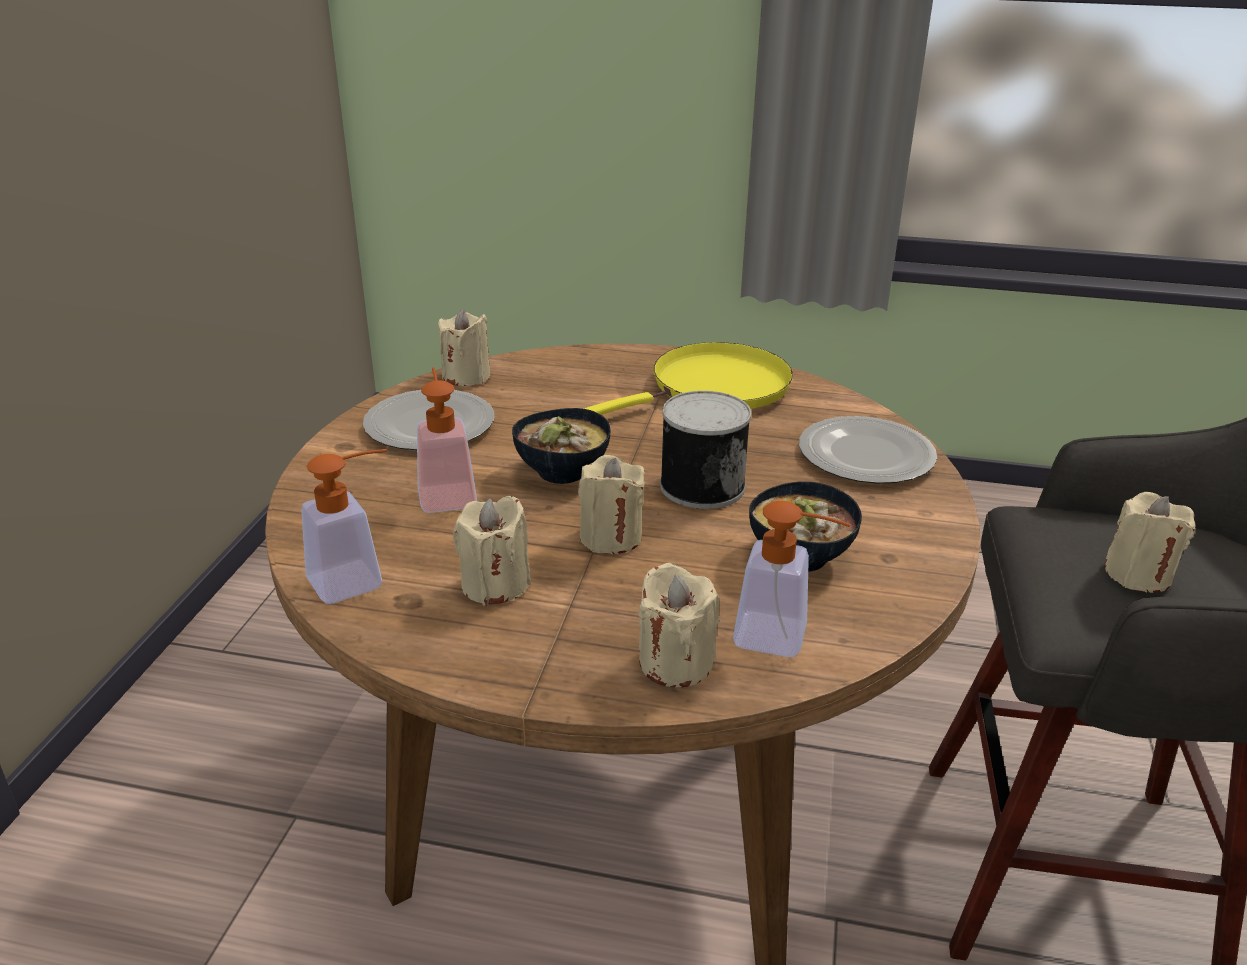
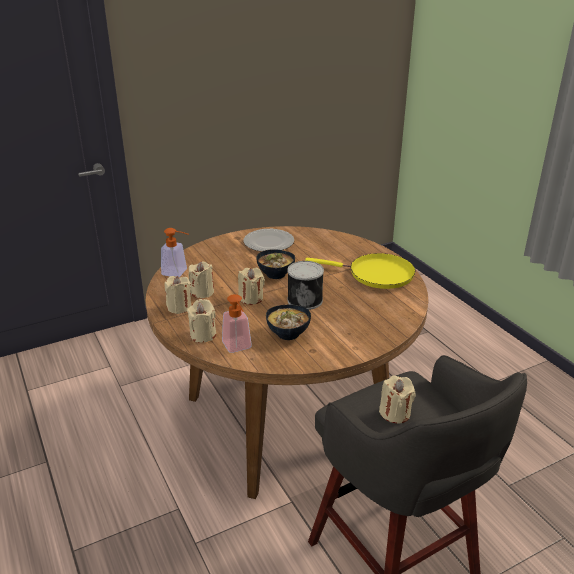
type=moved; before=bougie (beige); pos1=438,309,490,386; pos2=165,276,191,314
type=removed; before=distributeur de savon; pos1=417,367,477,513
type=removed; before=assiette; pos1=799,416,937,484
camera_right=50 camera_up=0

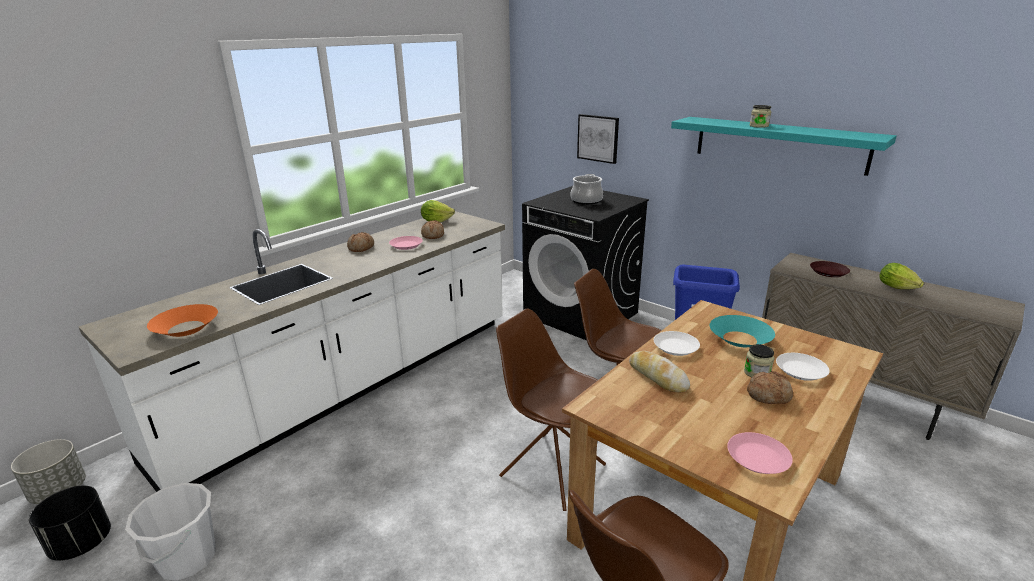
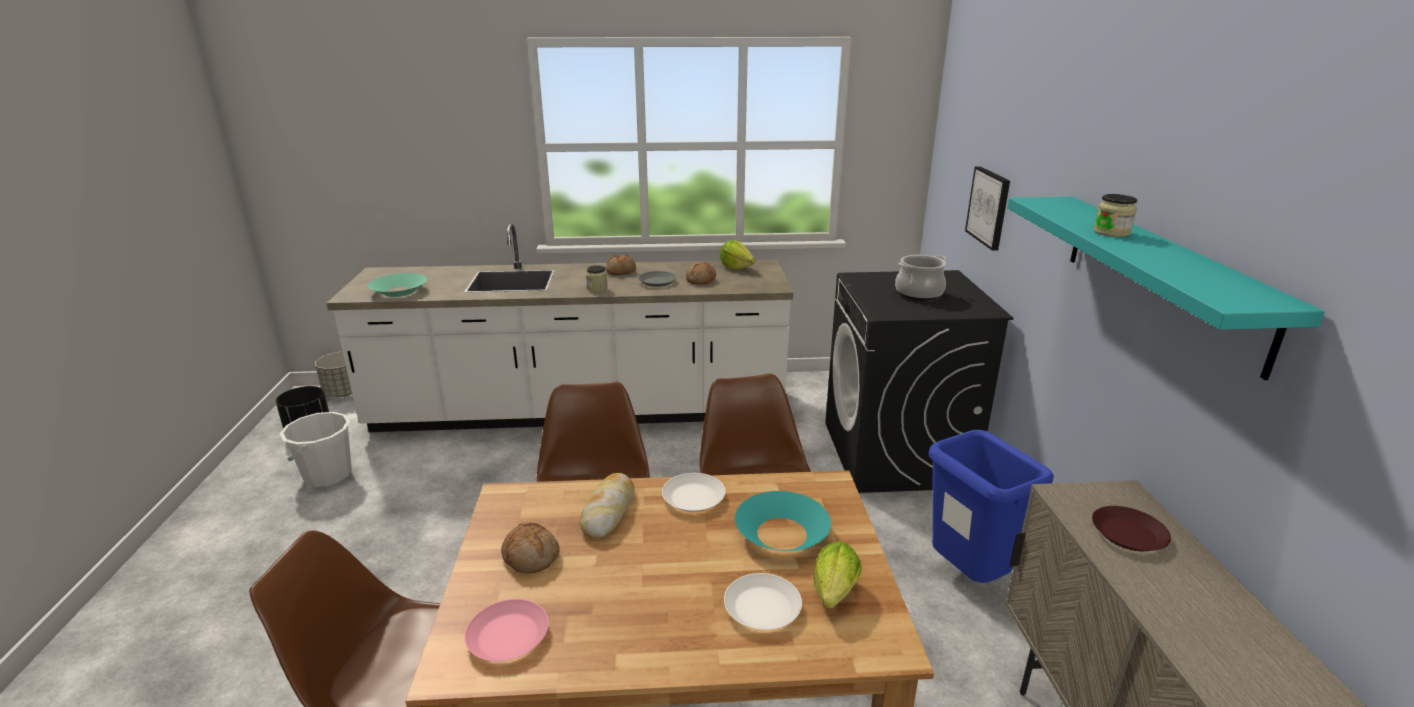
type=recoloured; before=bol (orange); after=bol (turquoise); pos1=147,304,218,337; pos2=368,273,427,297
type=moved; before=pain; pos1=747,371,793,404; pos2=501,522,559,573
type=moved; before=bocal; pos1=744,344,774,378; pos2=586,265,608,292
type=recoloured; before=assiette (rose); after=assiette (gris); pos1=389,236,423,250; pos2=638,271,677,287
type=moved; before=laitue; pos1=879,263,924,289; pos2=814,541,862,609
camera_right=45 camera_up=0

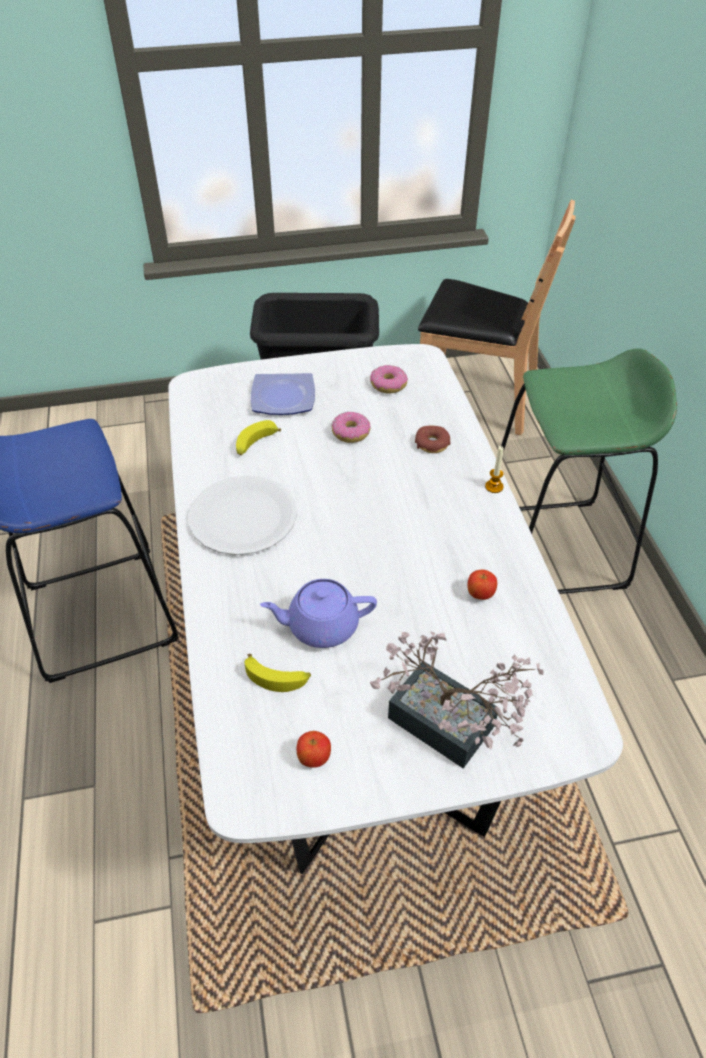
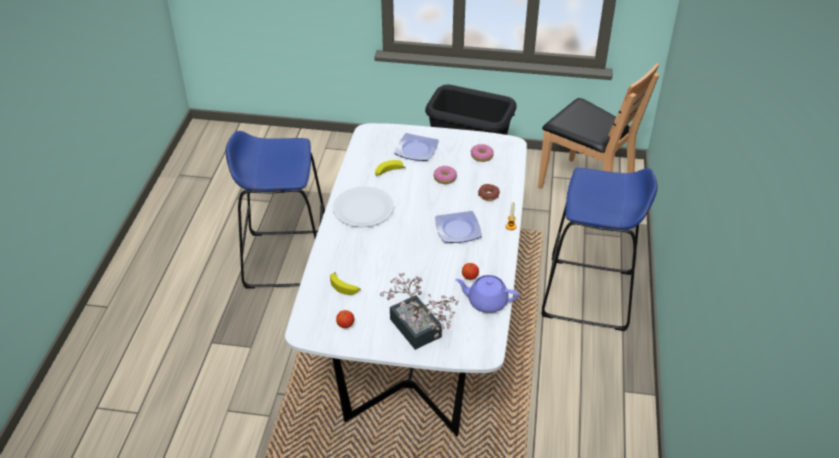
type=added; after=assiette; pos2=435,211,482,243
type=moved; before=théière (violet); pos1=260,579,377,648; pos2=455,275,519,313
type=recoloured; before=tabouret (vert); after=tabouret (bleu); pos1=501,348,677,594; pos2=541,168,657,331
camera_right=20 camera_up=-5

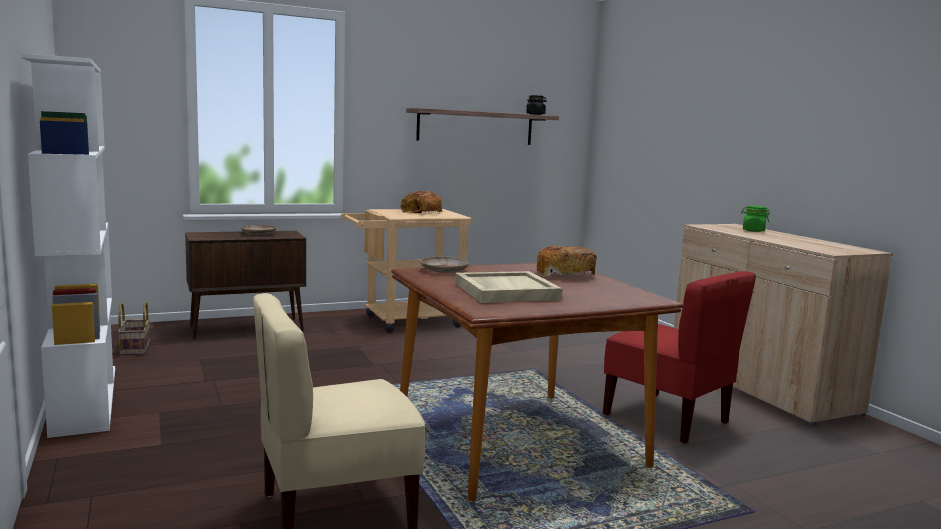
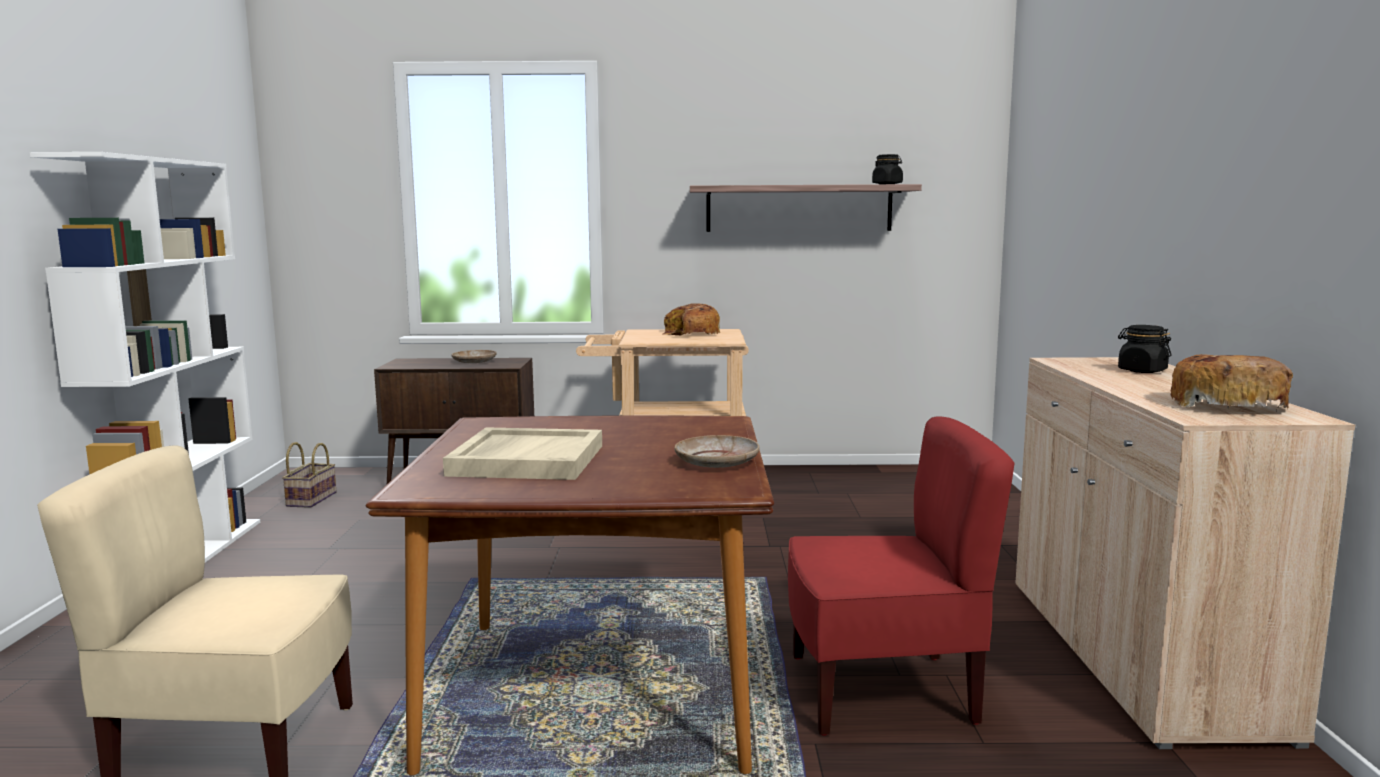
type=moved; before=assiette (beige); pos1=420,257,469,273; pos2=674,435,760,468
type=turned; before=chaise (rouge); pos1=603,271,756,444; pos2=788,416,1015,736; turn=-75
type=recoloured; before=bocal (vert); after=bocal (noir); pos1=741,205,770,232; pos2=1118,325,1171,373
type=moved; before=pain; pos1=537,246,597,277; pos2=1171,354,1293,413
camera_right=25 camera_up=0

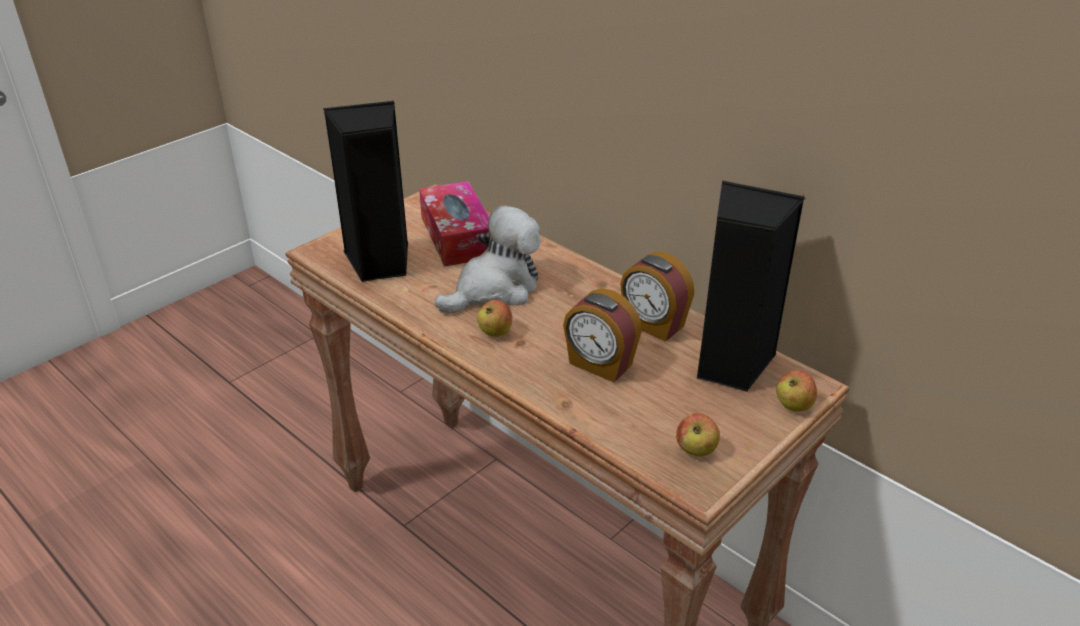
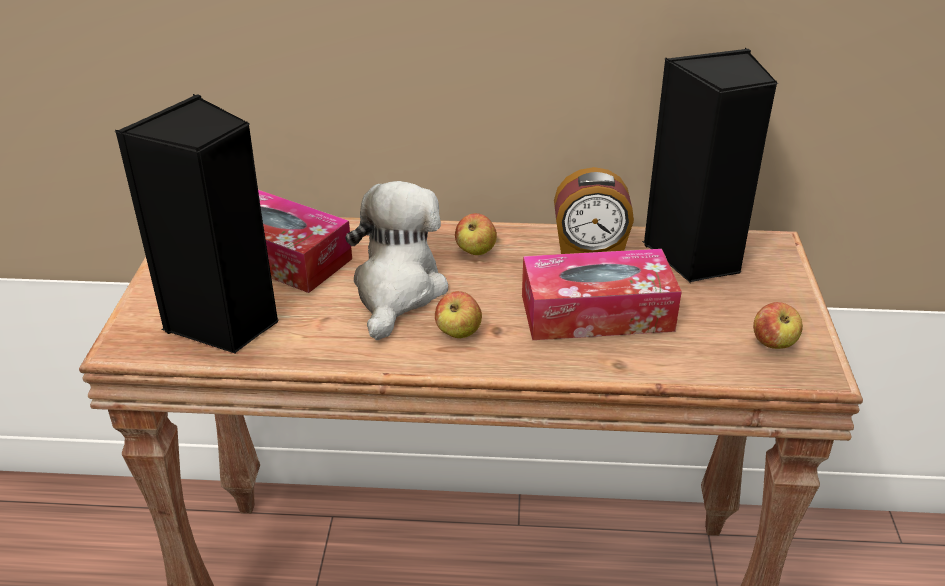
type=moved; before=pomme; pos1=776,371,817,412; pos2=455,213,497,255
type=replaced; before=réveil; after=boîte à mouchoirs; pos1=563,288,642,383; pos2=522,249,682,340
camera_right=-40 camera_up=0

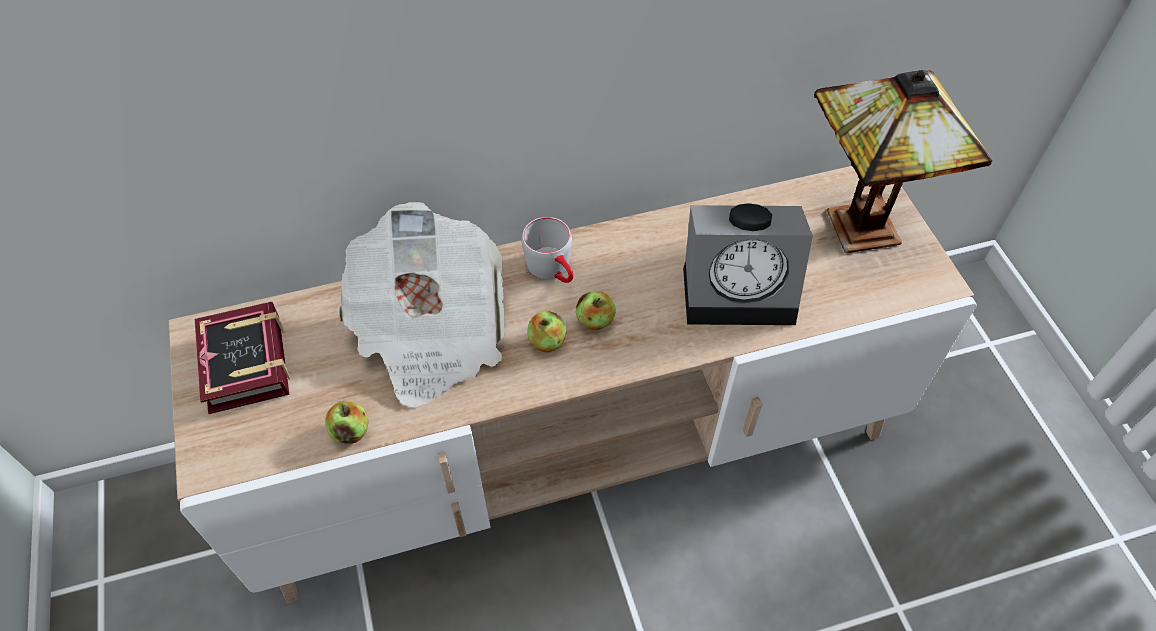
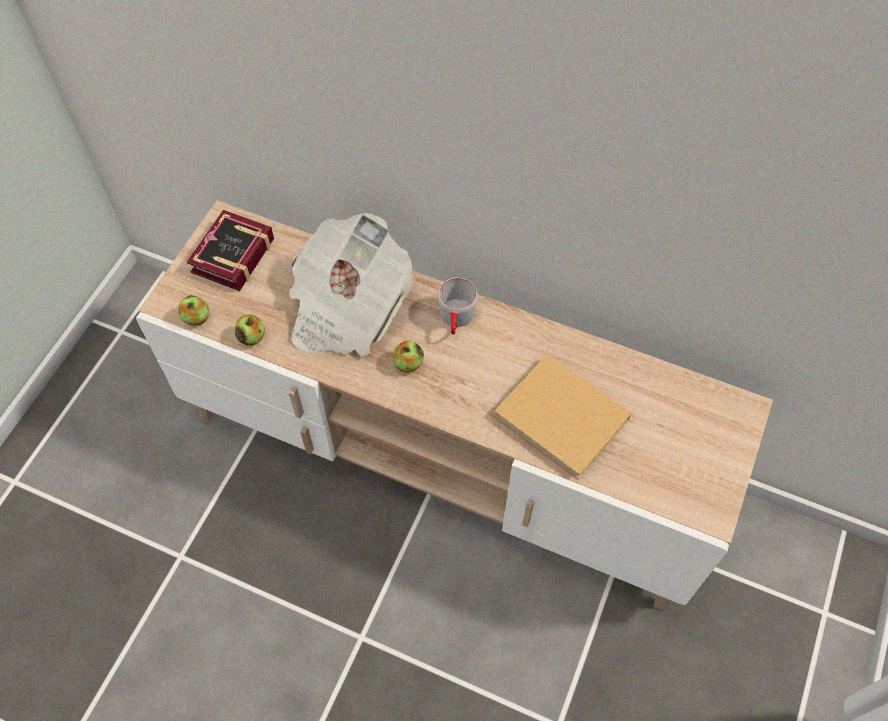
type=moved; before=pomme; pos1=576,291,616,330; pos2=178,295,209,326
type=replaced; before=réveil; after=livre (beige); pos1=683,203,813,325; pos2=494,354,631,480
type=removed; before=lampe de table; pos1=814,70,992,253
camera_right=40 camera_up=5

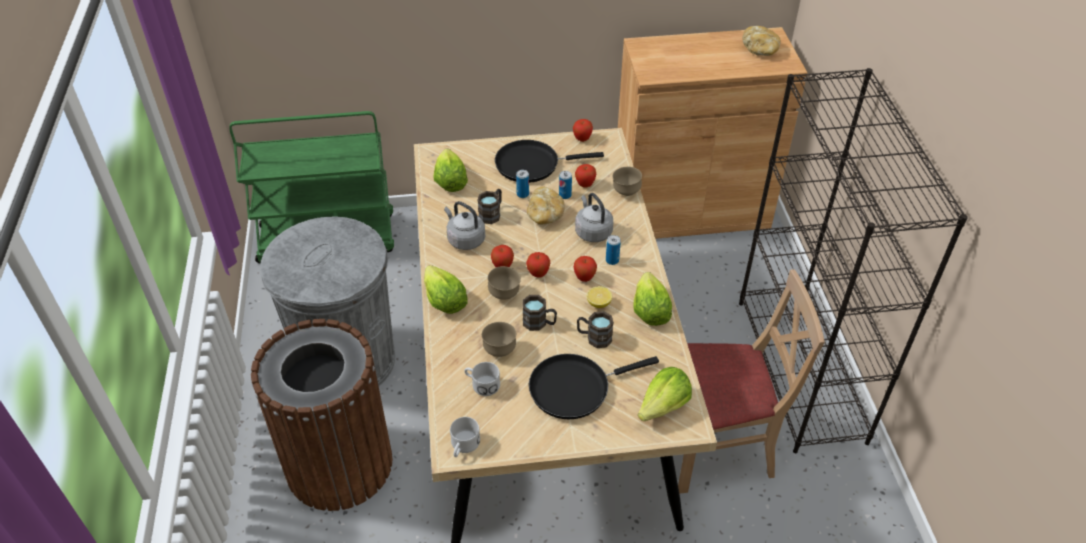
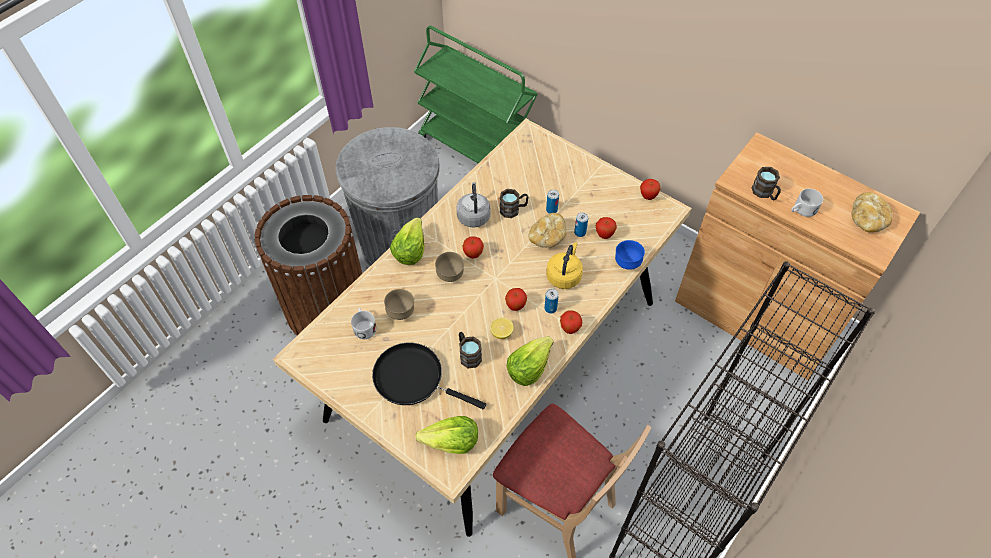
type=recoloured; before=bouilloire (gris); after=bouilloire (jaune); pos1=575,193,613,242; pos2=546,242,583,289
type=moved; before=pomme; pos1=526,252,550,278; pos2=560,310,582,334
type=recoloured; before=bol (marron); after=bol (bleu); pos1=613,167,642,196; pos2=615,240,645,270
type=moved; before=mug (marron); pos1=522,295,557,331; pos2=752,167,781,200
type=moved; before=mug (blanc); pos1=450,417,480,457; pos2=791,188,823,217
type=removed; before=laitue; pos1=433,149,468,192
type=removed; before=poêle (noir); pos1=495,140,604,183
camera_right=45 camera_up=10

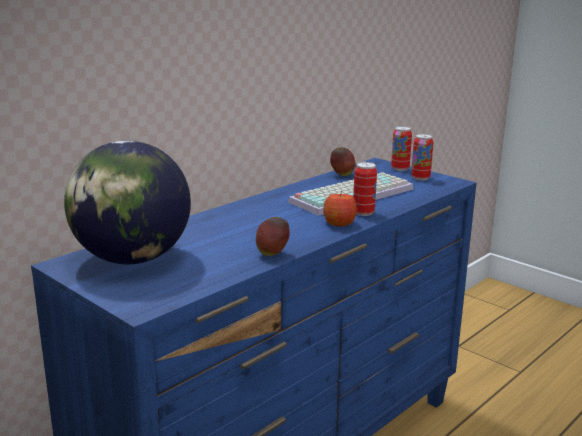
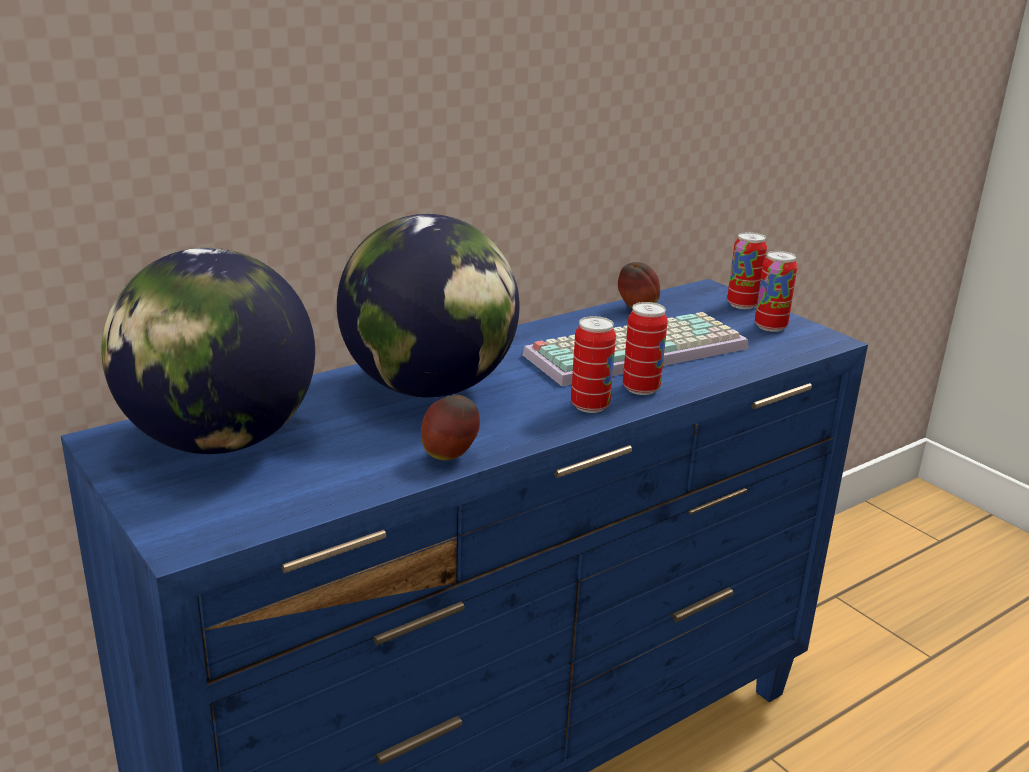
type=added; after=globe; pos2=337,214,520,398
type=replaced; before=pomme; after=boîte métallique; pos1=323,190,357,226; pos2=571,316,616,413
camera_right=10 camera_up=5

